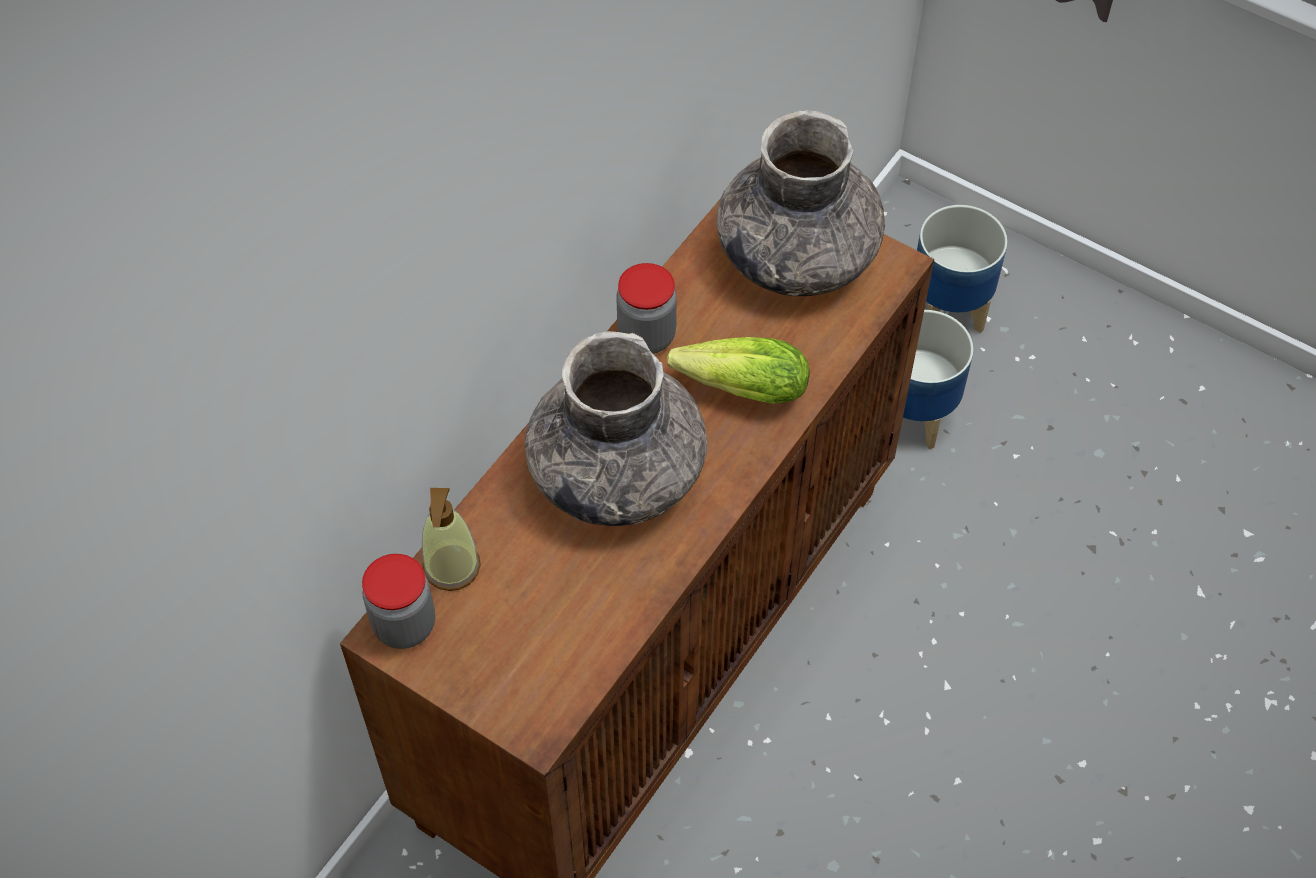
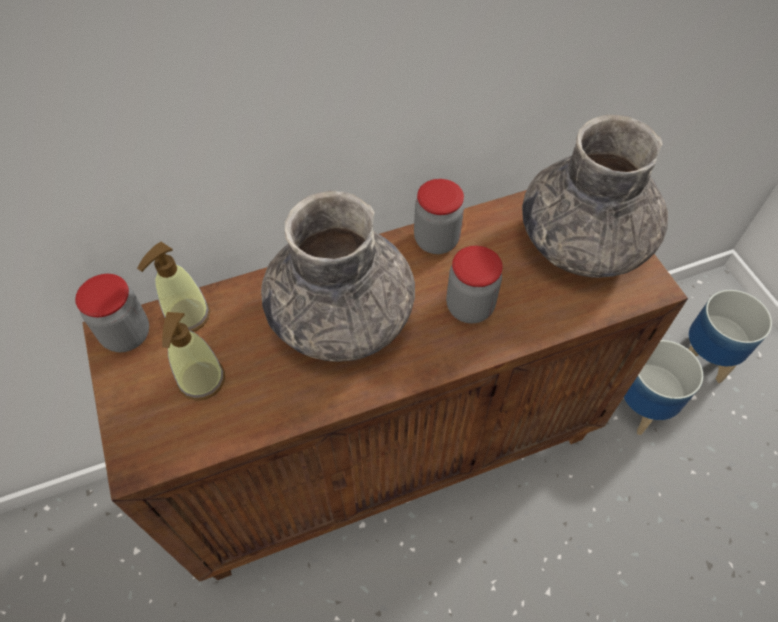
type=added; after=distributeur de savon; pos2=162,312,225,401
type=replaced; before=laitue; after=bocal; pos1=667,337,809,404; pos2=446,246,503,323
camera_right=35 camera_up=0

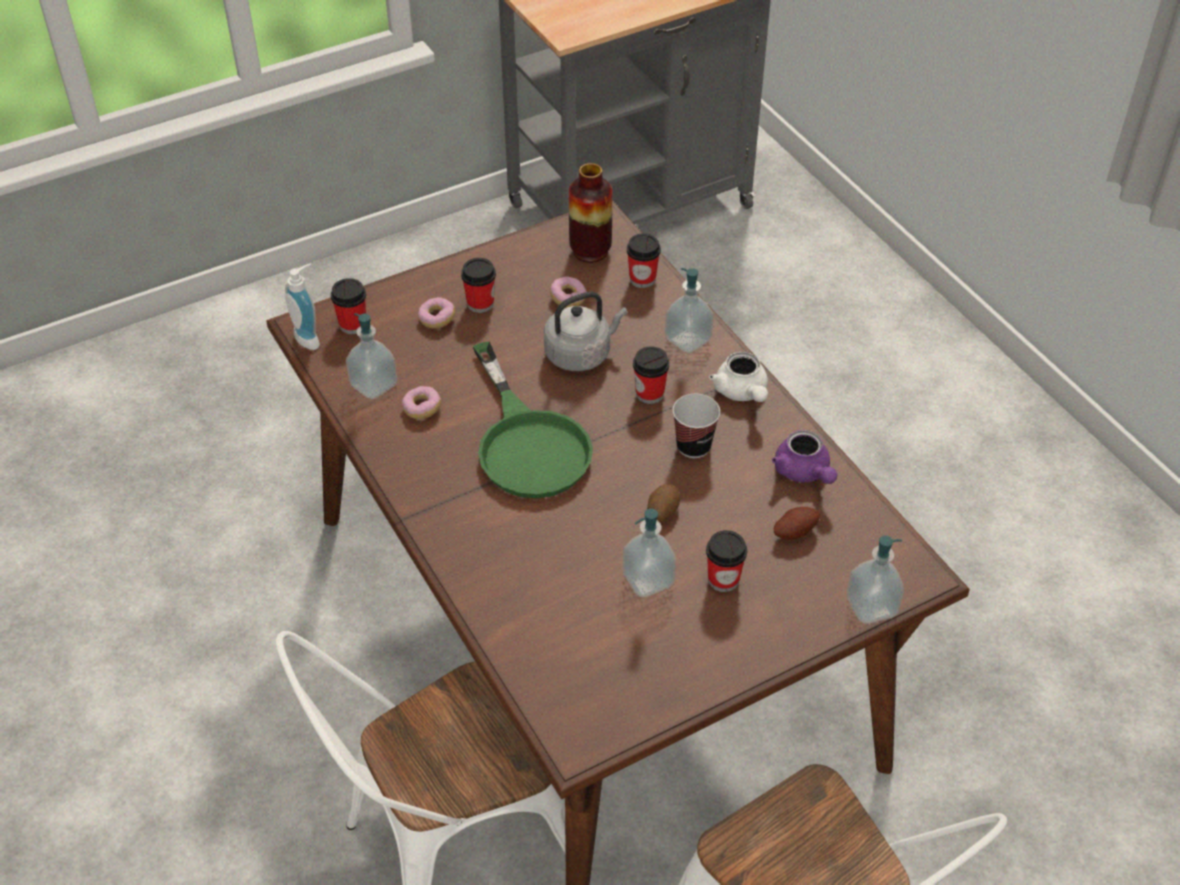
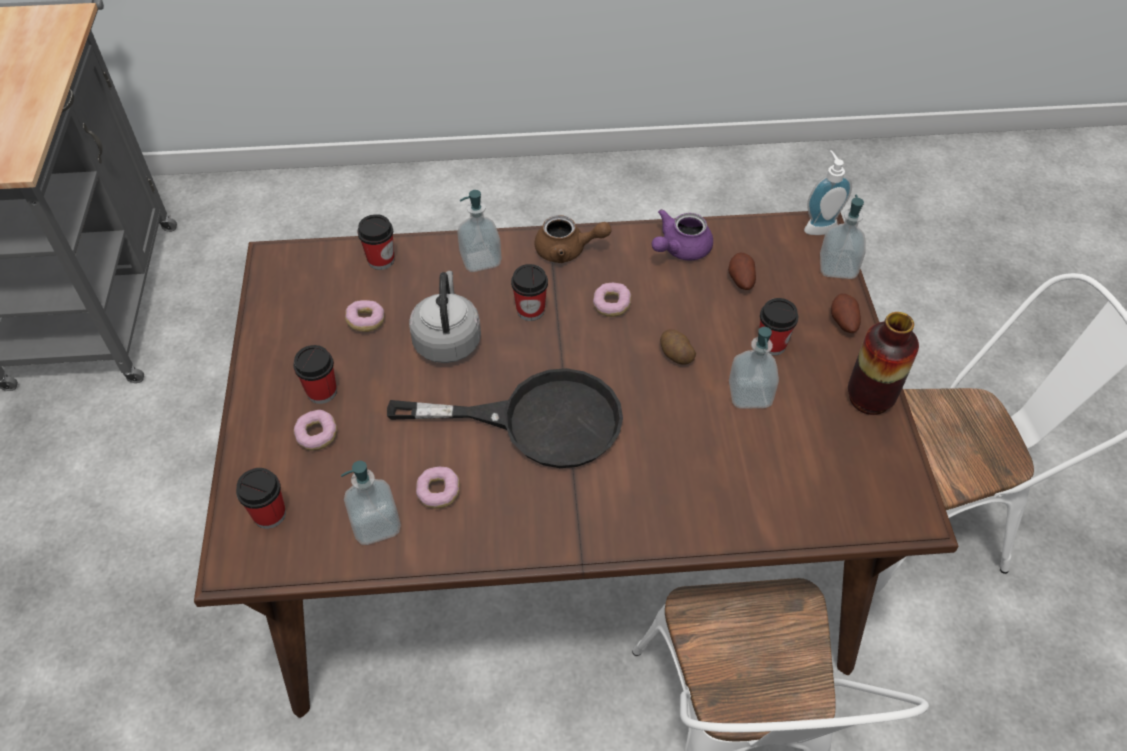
type=recoloured; before=poêle (vert); after=poêle (noir); pos1=473,341,593,498; pos2=387,368,623,468
type=recoloured; before=théière (blanc); after=théière (marron); pos1=709,352,768,402; pos2=534,215,611,263
type=replaced; before=tasse; after=beignet; pos1=673,394,720,458; pos2=593,283,631,317
type=turned; before=théière (violet); pos1=772,430,838,484; pos2=652,209,713,261; turn=135
type=moved; before=distributeur de savon; pos1=285,264,320,350; pos2=804,150,852,235
type=added; after=pomme de terre; pos2=831,293,861,333
type=moved; before=vase; pos1=569,163,613,263; pos2=848,312,919,415
camera_right=-65 camera_up=5

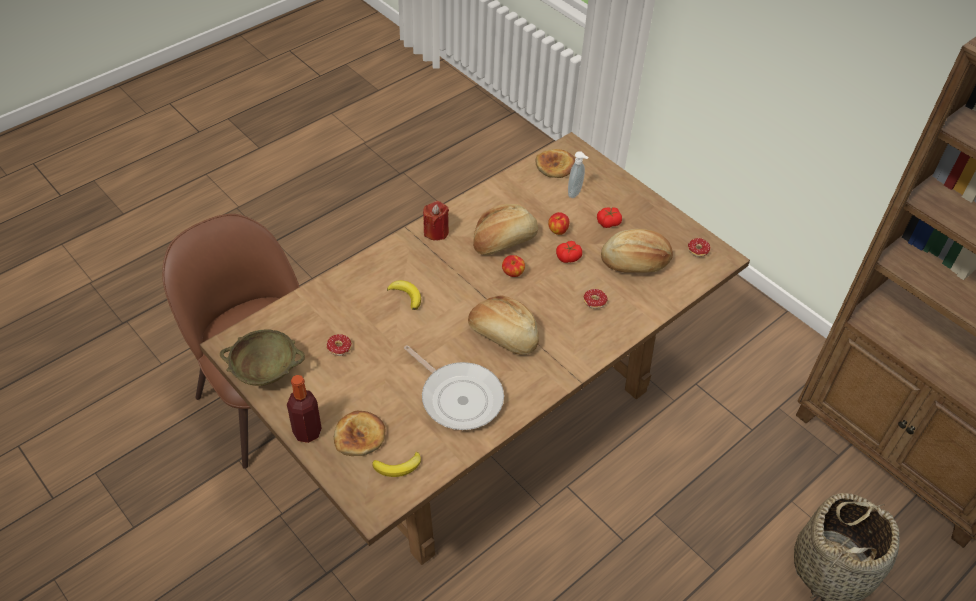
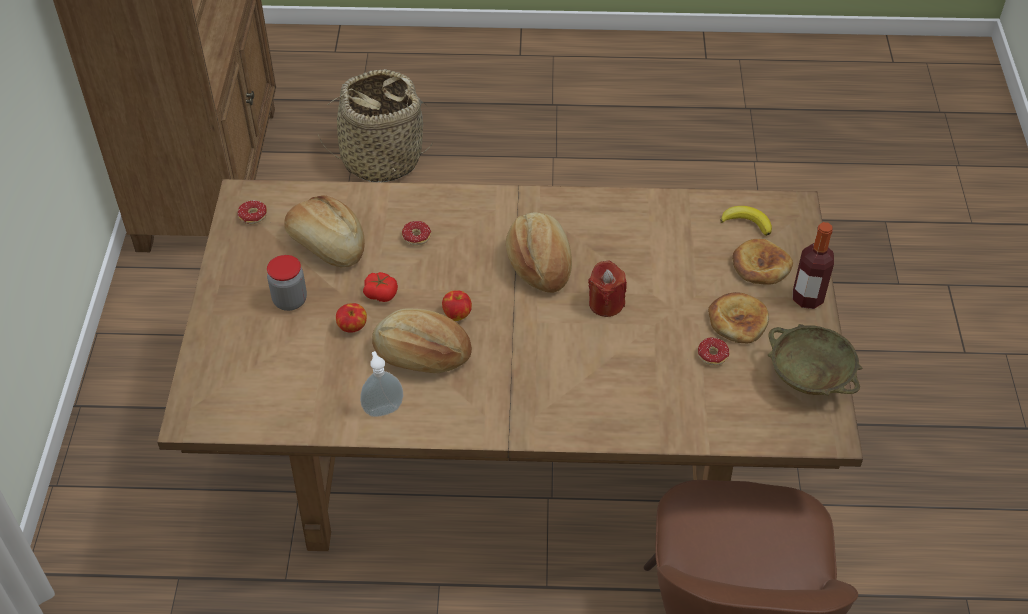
type=replaced; before=tomate; after=bocal; pos1=597,207,622,228; pos2=267,255,307,311
type=moved; before=distributeur de savon; pos1=568,151,589,198; pos2=360,351,403,417
type=moved; before=bougie (rouge); pos1=423,201,449,241; pos2=588,261,627,317
type=moved; before=pain; pos1=536,149,575,178; pos2=708,292,769,343
type=removed; before=banane; pos1=387,280,421,310
type=removed; before=poêle; pos1=404,345,504,430
camera_right=-135 camera_up=0

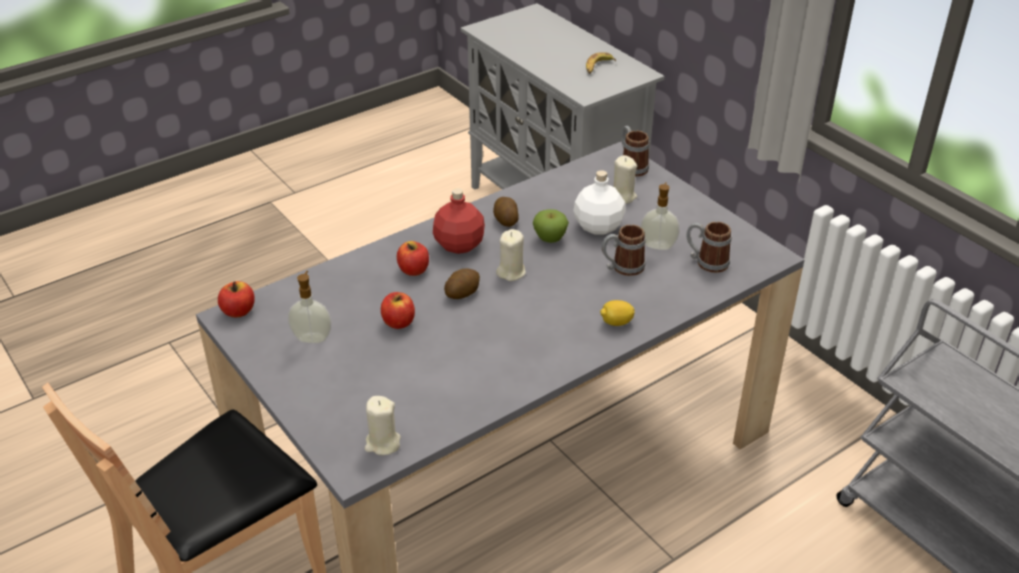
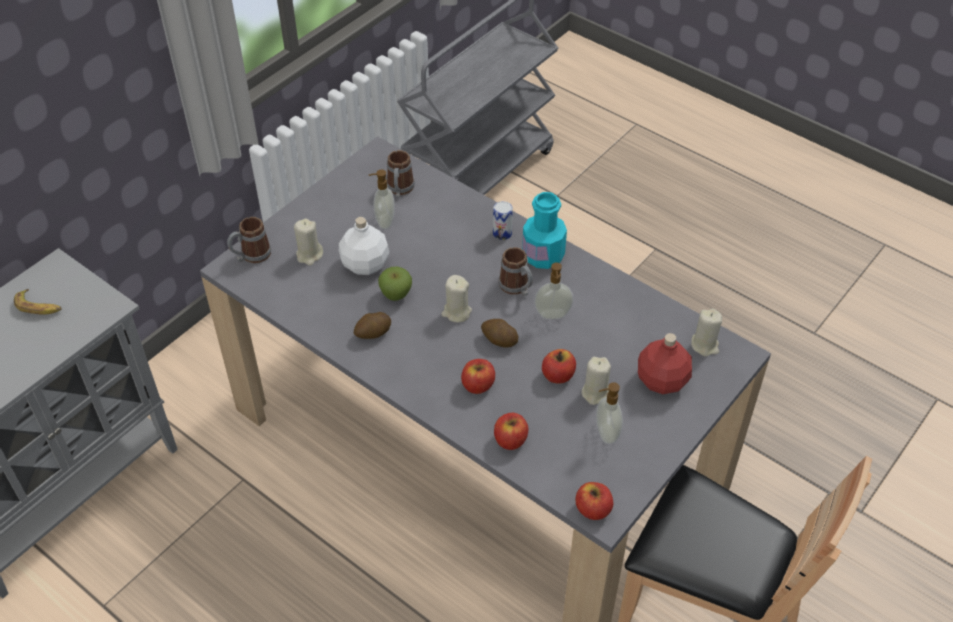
type=replaced; before=citron; after=boîte métallique; pos1=600,300,635,326; pos2=493,201,513,240
type=added; after=pomme; pos2=494,413,528,450
type=moved; before=mug; pos1=602,224,646,276; pos2=499,247,533,296
type=added; after=bouteille (turquoise); pos2=522,192,567,269
type=added; after=distributeur de savon; pos2=534,262,574,319
type=added; after=bougie (beige); pos2=581,357,611,405
type=moved; before=bouteille (rouge); pos1=433,188,485,254; pos2=638,333,692,394
camera_right=-105 camera_up=10

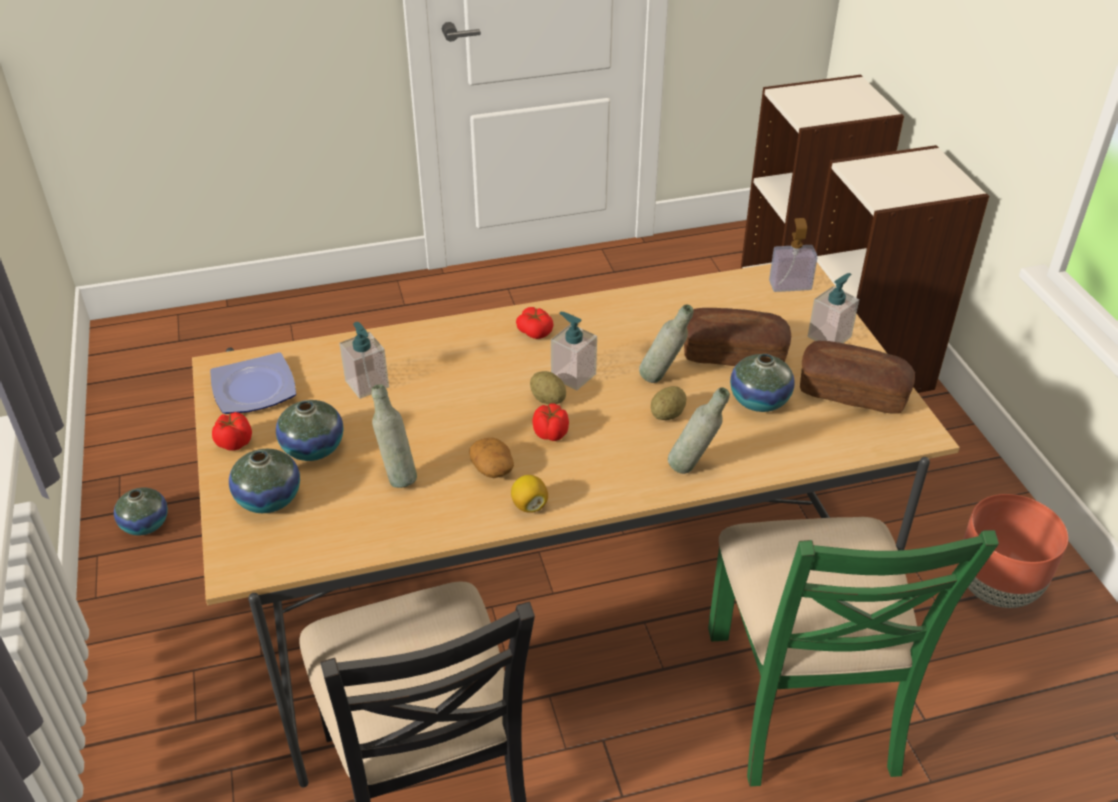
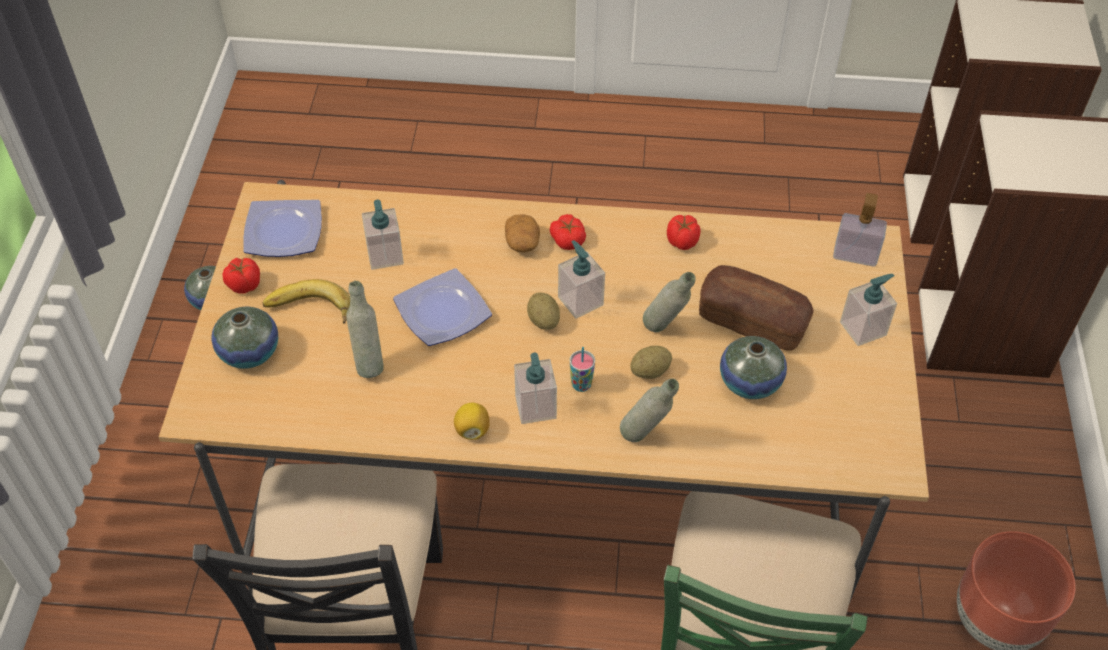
type=replaced; before=vase; after=banane; pos1=276,400,343,461; pos2=262,279,350,324
type=added; after=assiette; pos2=393,268,492,346
type=moved; before=pomme de terre; pos1=469,438,514,478; pos2=505,214,540,252
type=added; after=distributeur de savon; pos2=514,353,557,424
type=added; after=tasse; pos2=570,347,595,392
type=moved; before=tomate; pos1=532,403,569,441; pos2=667,215,700,250
type=removed; before=pain; pos1=800,341,915,414
camera_right=20 camera_up=10

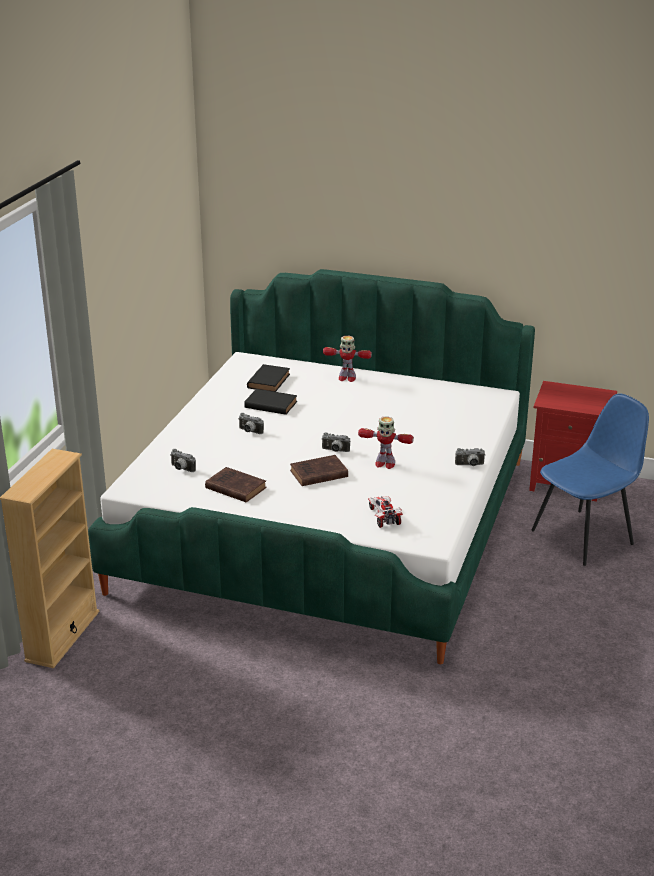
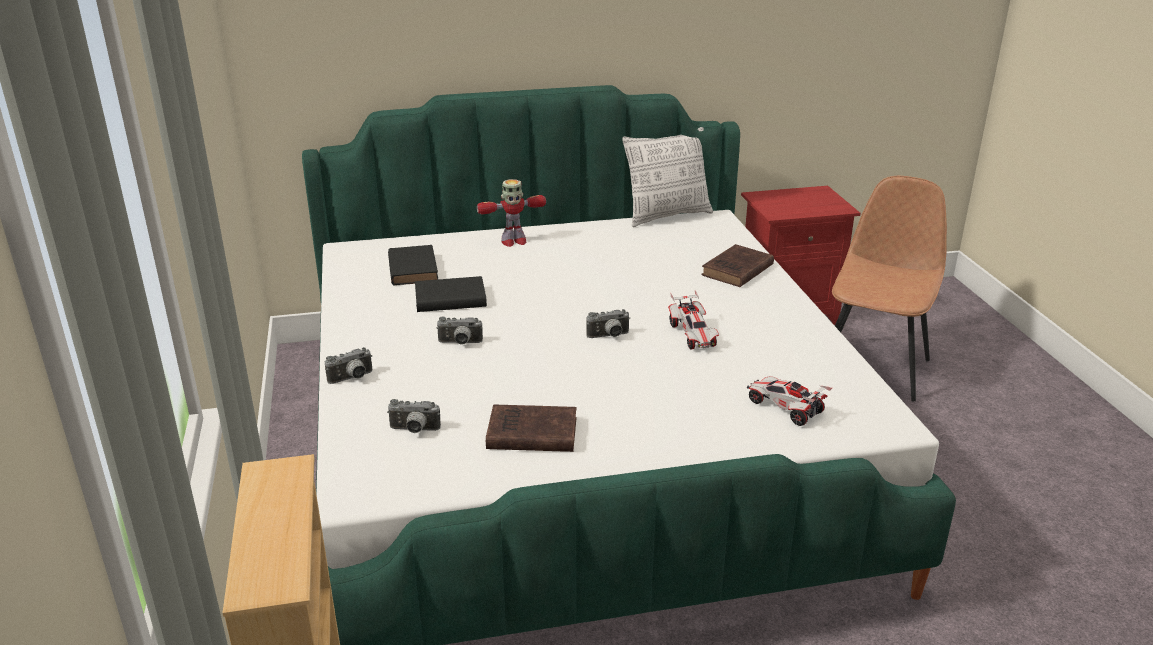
type=moved; before=appareil photo; pos1=455,448,485,466; pos2=325,347,372,384
type=added; after=coussin; pos2=622,127,713,227
type=replaced; before=robot jouet; after=petite voiture; pos1=358,416,414,469; pos2=668,290,719,350
type=moved; before=livre (marron); pos1=290,455,348,486; pos2=701,244,774,287
type=recoloured; before=chaise (bleu); after=chaise (marron); pos1=531,393,649,566; pos2=832,176,947,402
camera_right=-30 camera_up=0

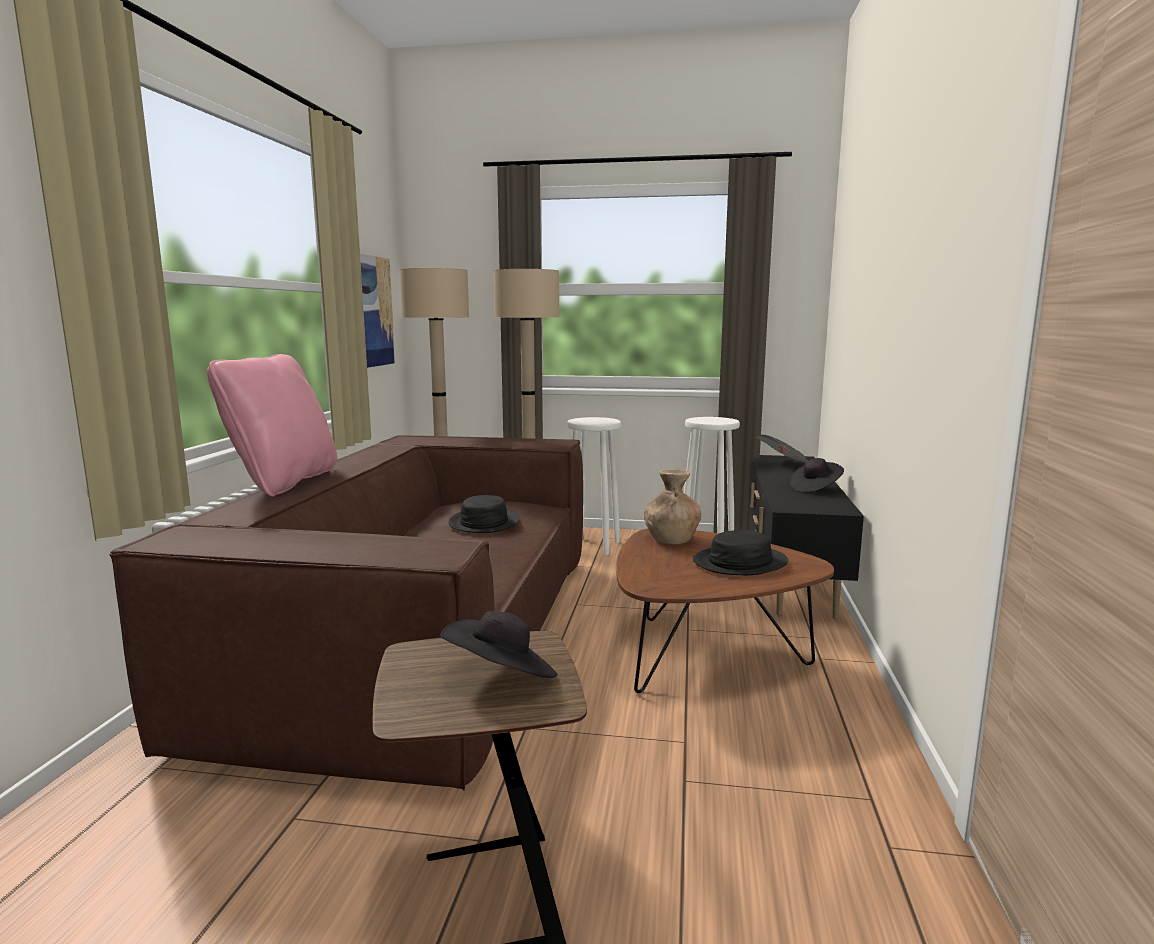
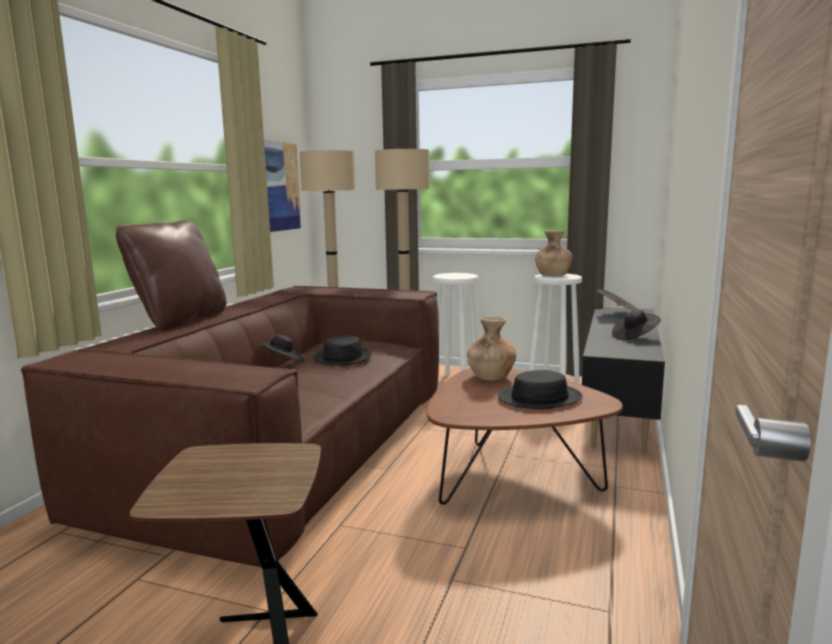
type=recoloured; before=coussin (rose); after=coussin (marron); pos1=207,354,337,497; pos2=116,220,227,331
type=moved; before=chapeau (noir); pos1=440,611,557,678; pos2=258,335,304,361
type=added; after=vase (marron); pos2=535,230,572,276
camera_right=10 camera_up=0

